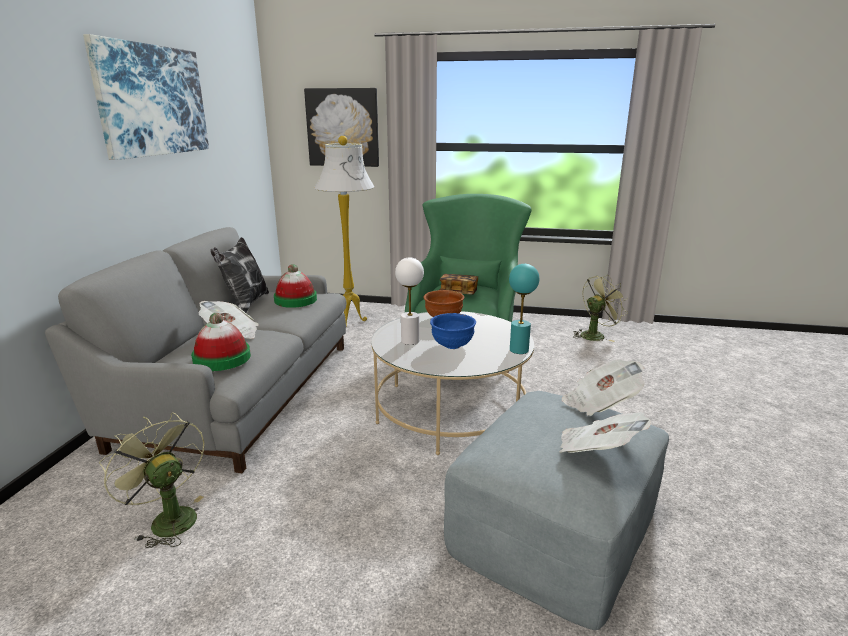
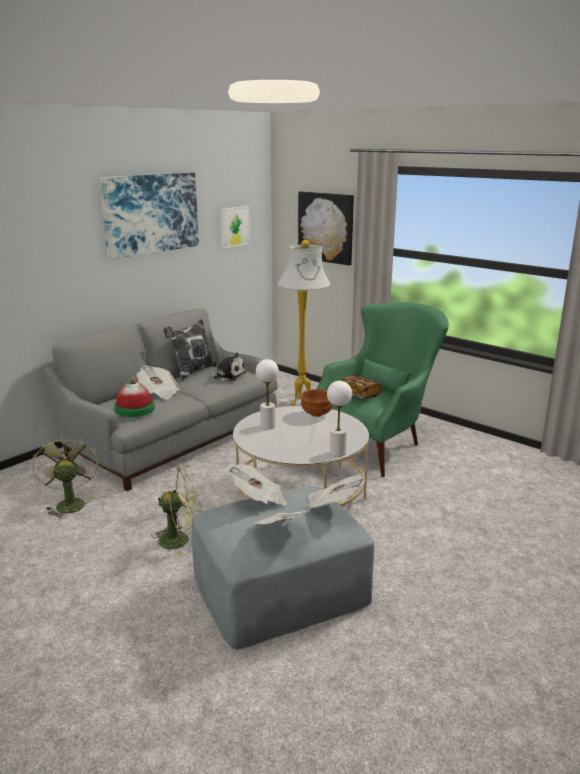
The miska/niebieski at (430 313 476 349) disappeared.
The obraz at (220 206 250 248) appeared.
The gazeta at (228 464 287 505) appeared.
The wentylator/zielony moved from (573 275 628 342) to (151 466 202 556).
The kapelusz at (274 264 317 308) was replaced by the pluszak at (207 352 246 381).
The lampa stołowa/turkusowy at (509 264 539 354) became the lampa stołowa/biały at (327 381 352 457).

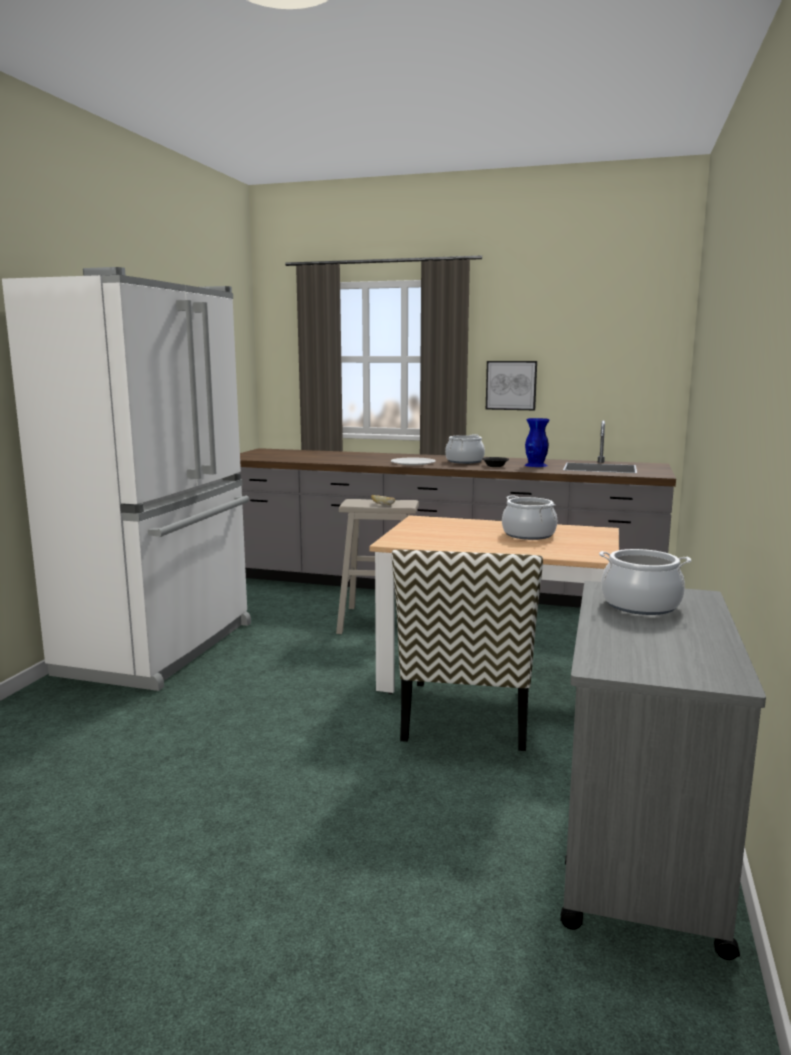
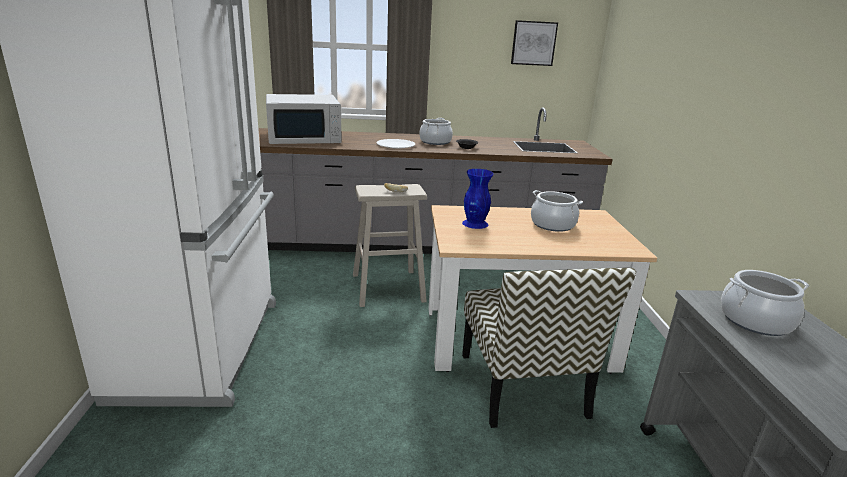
The mikrofalówka/biały at (266 94 342 144) appeared.
The obraz moved from (486 361 537 410) to (511 20 558 66).
The wazon/niebieski moved from (525 418 549 467) to (462 169 494 229).

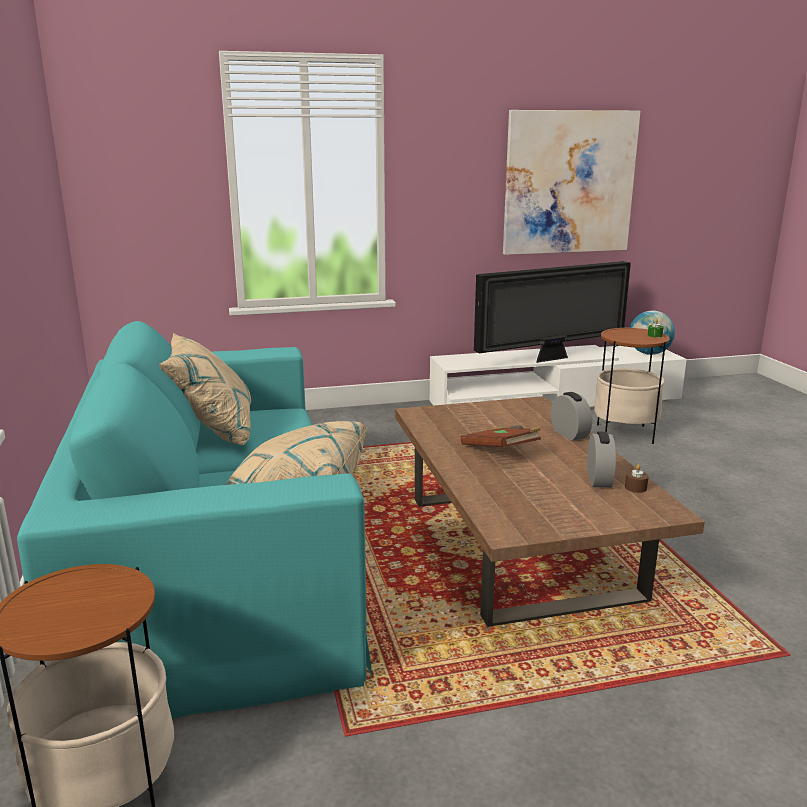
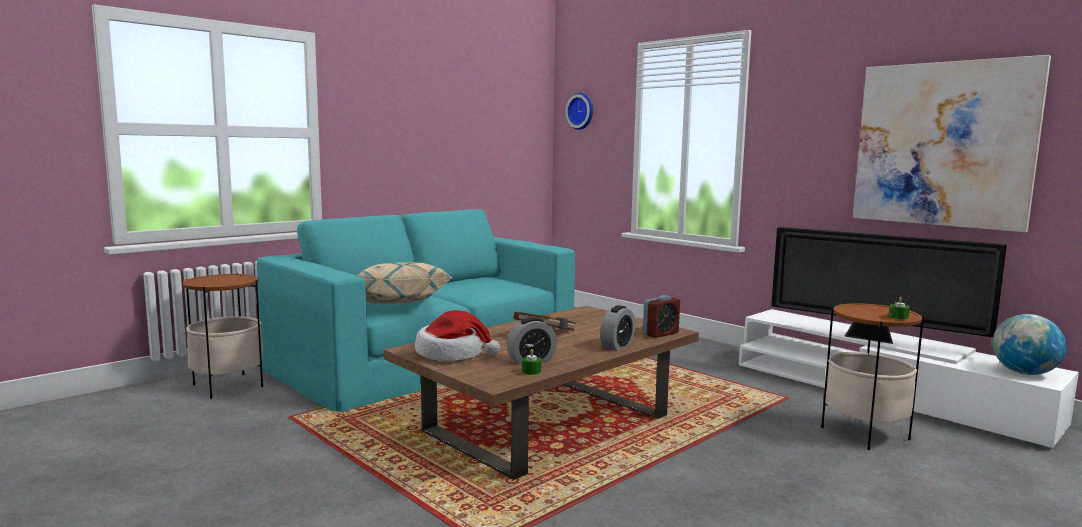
The poduszka/beżowy at (159 333 251 445) disappeared.
The kapelusz at (415 310 500 361) appeared.
The zegar ścienny at (565 93 593 130) appeared.
The budzik at (643 295 680 338) appeared.
The świeca/brązowy at (625 464 649 493) became the świeca/zielony at (522 349 541 375).

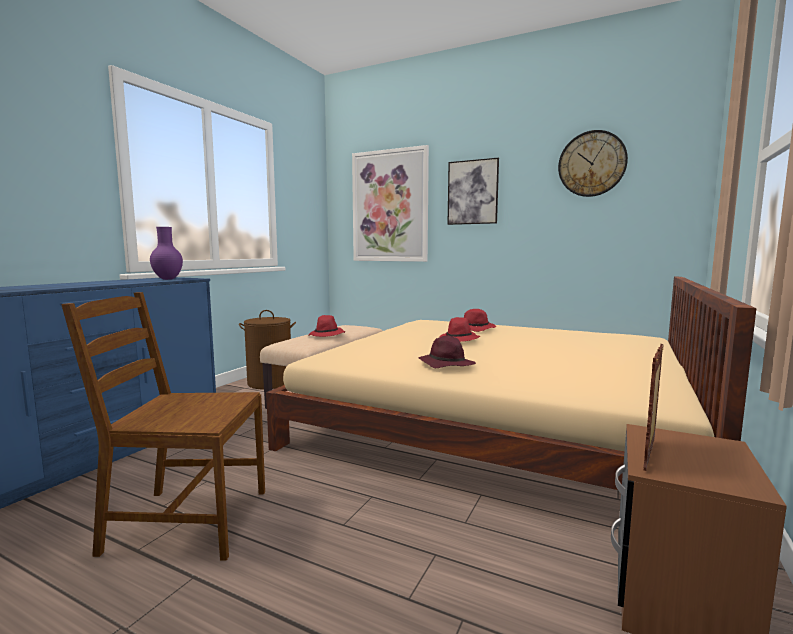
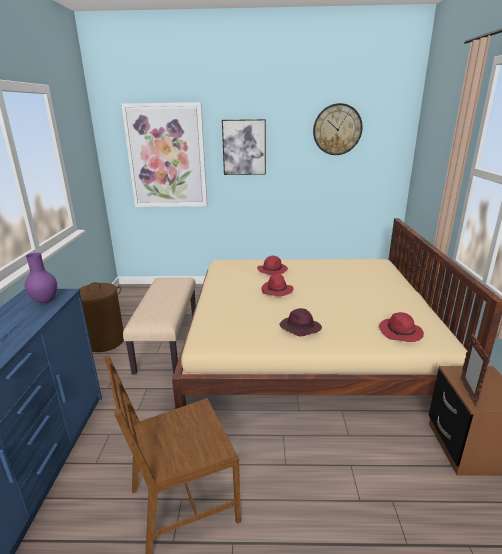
The kapelusz/czerwony moved from (308 315 346 337) to (379 312 424 342).

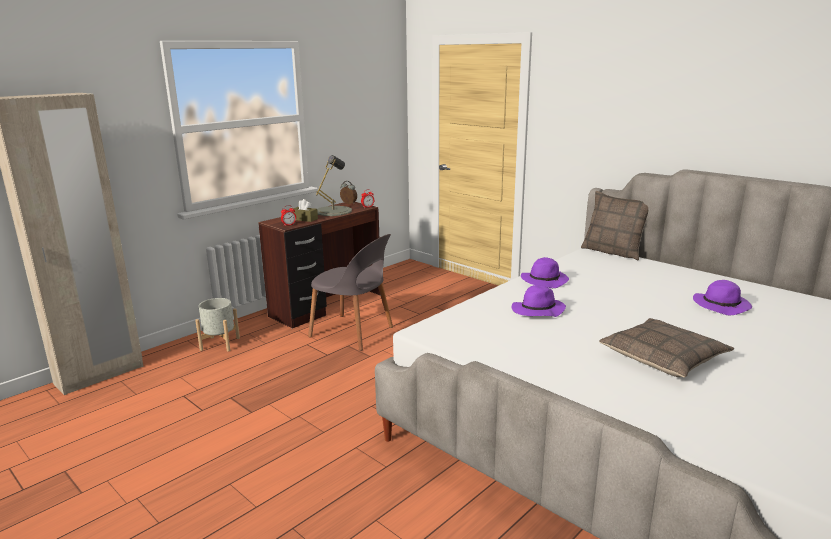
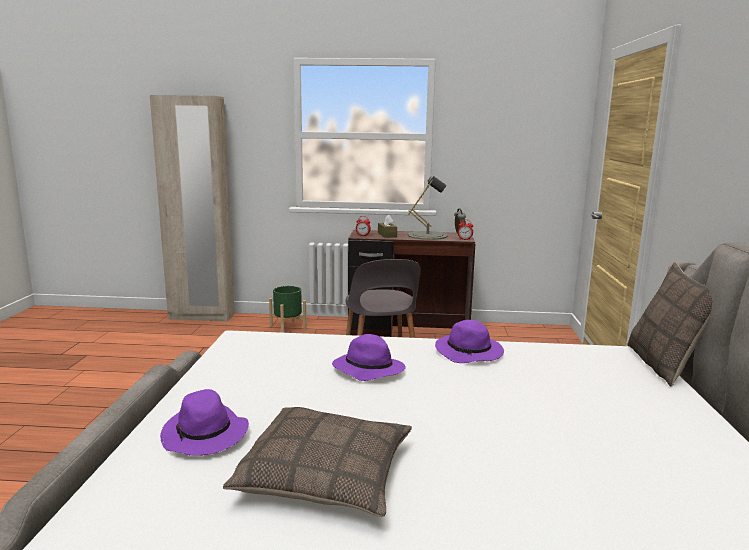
The kapelusz/fioletowy moved from (693 280 752 315) to (160 389 249 455).
The donica/szary at (195 298 240 351) became the donica/zielony at (269 286 307 333).

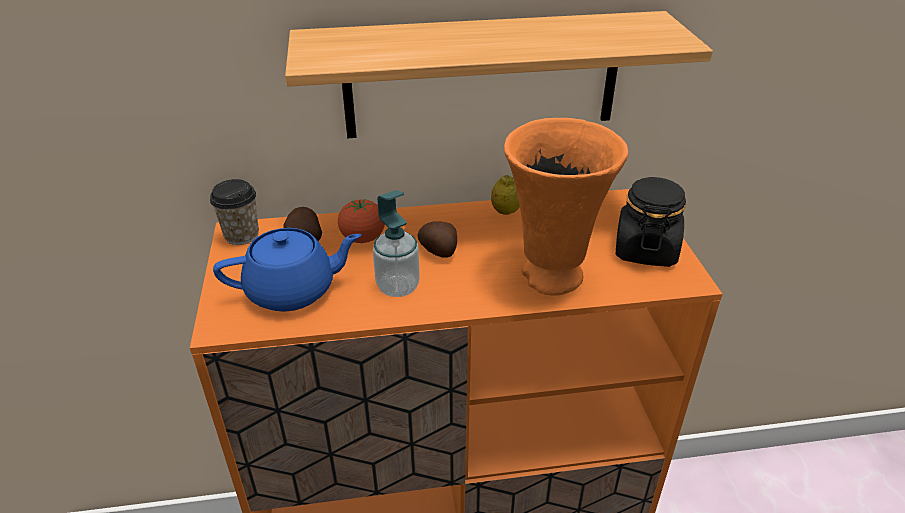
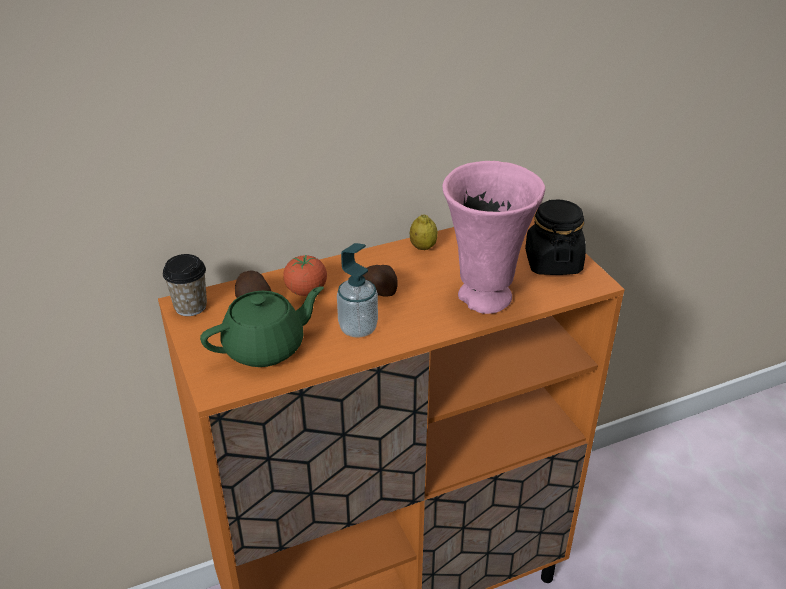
The półka at (285 11 713 138) disappeared.
The imbryk/niebieski at (213 228 361 312) became the imbryk/zielony at (200 286 324 367).
The wazon/pomarańczowy at (504 118 628 296) became the wazon/różowy at (443 161 545 314).

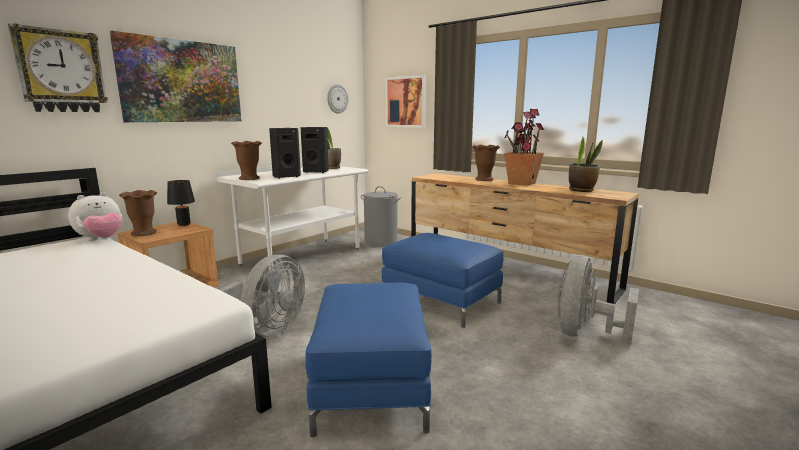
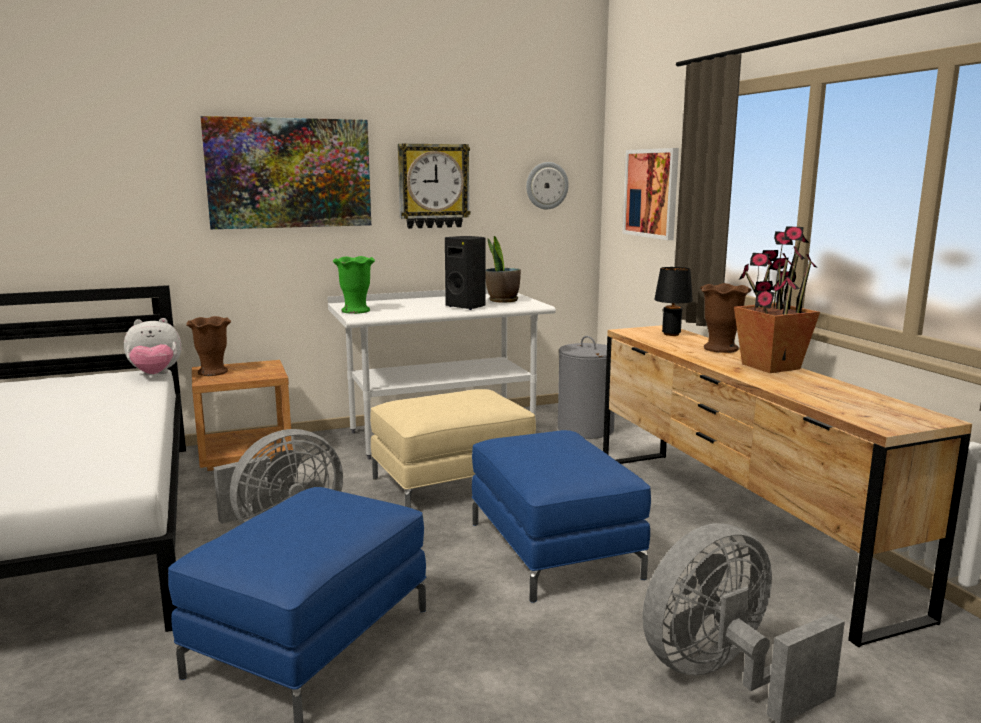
The głośnik/czarny at (269 128 301 179) disappeared.
The roślina doniczkowa at (569 137 603 192) disappeared.
The pufa/beżowy at (370 389 536 508) appeared.
The zegar ścienny moved from (8 23 108 112) to (398 143 471 229).
The lampa stołowa/czarny moved from (167 180 195 226) to (654 267 693 336).
The wazon/brązowy at (231 141 262 180) became the wazon/zielony at (333 256 375 314).

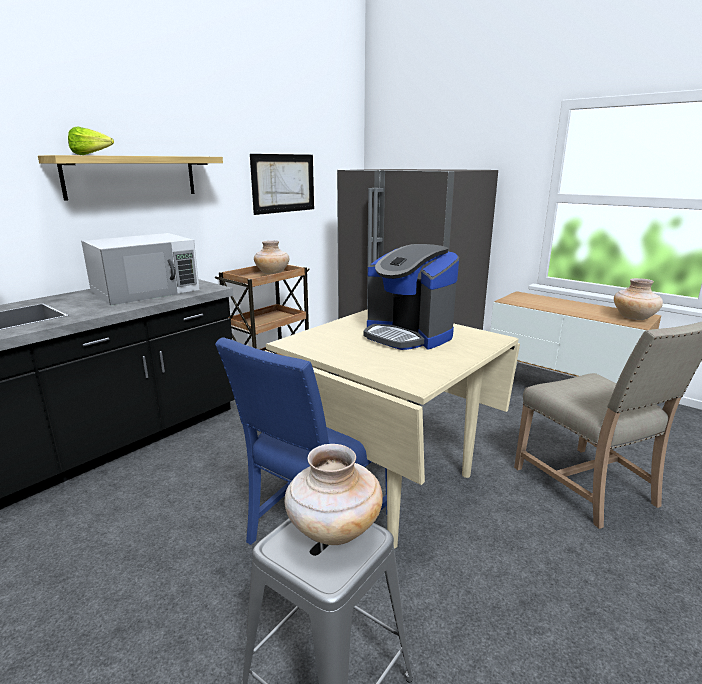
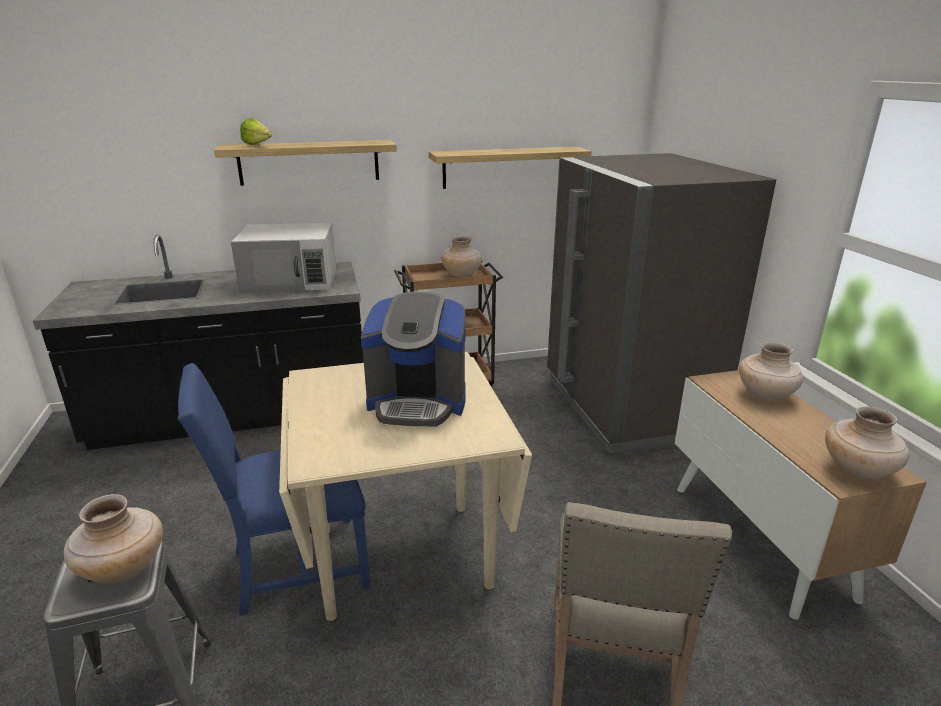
The wazon/beżowy at (739 342 803 401) appeared.
The obraz at (250 154 314 215) was replaced by the półka at (429 147 592 189).
The ekspres do kawy at (363 244 459 350) turned 75 degrees counterclockwise.

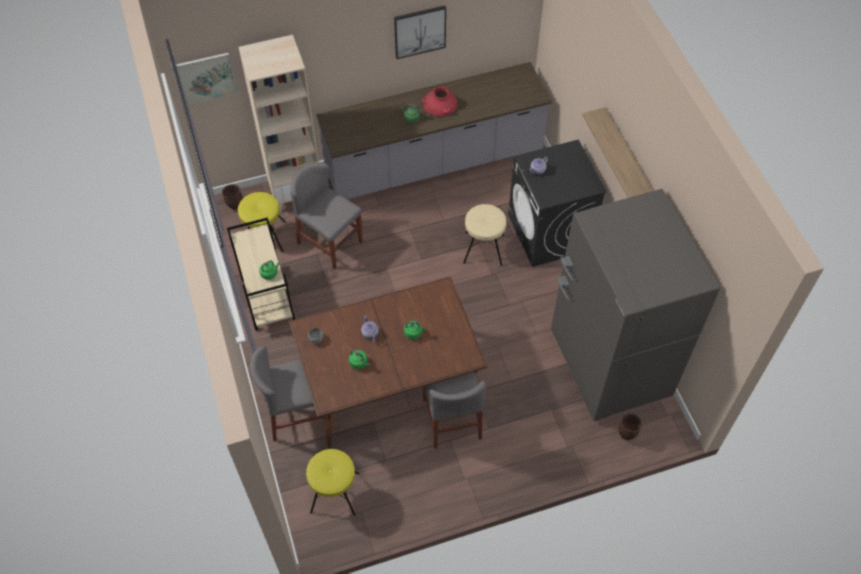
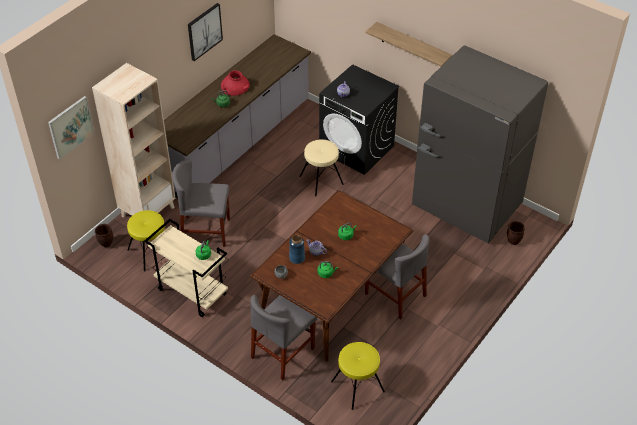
The wazon/niebieski at (289 235 305 264) appeared.

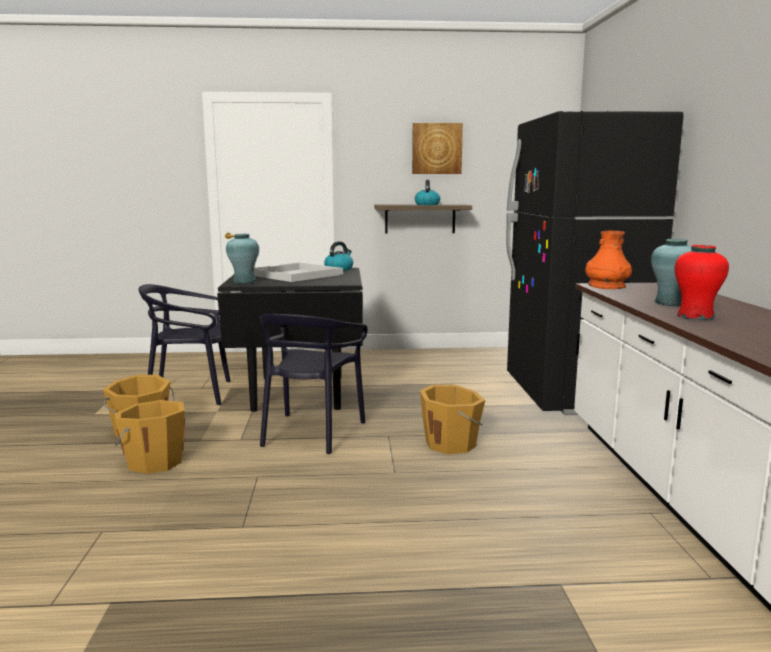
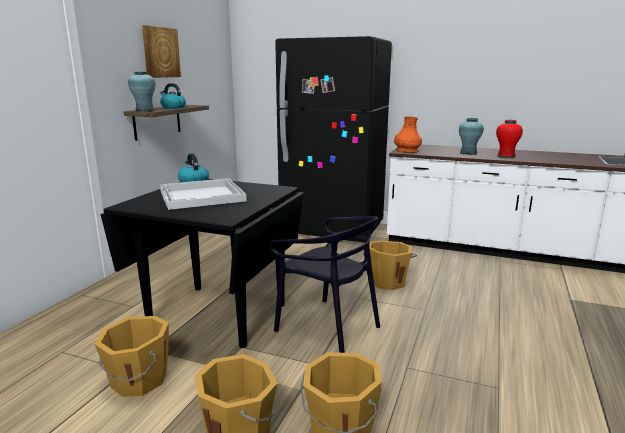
The wazon/turkusowy moved from (226 234 259 284) to (128 71 156 111).
The krzesło/czarny at (138 284 231 405) was replaced by the wiadro/pomarańczowy at (94 316 169 397).

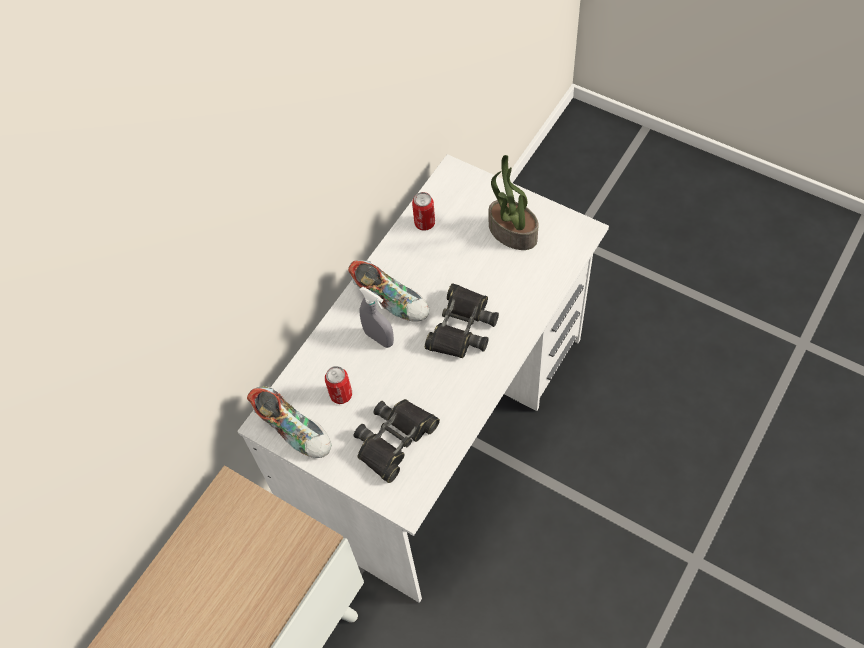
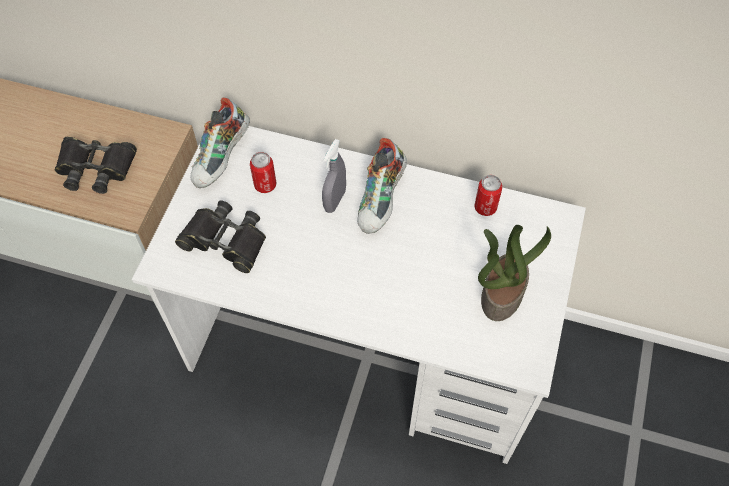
The lornetka/czarny moved from (425 283 499 358) to (55 136 137 194).

